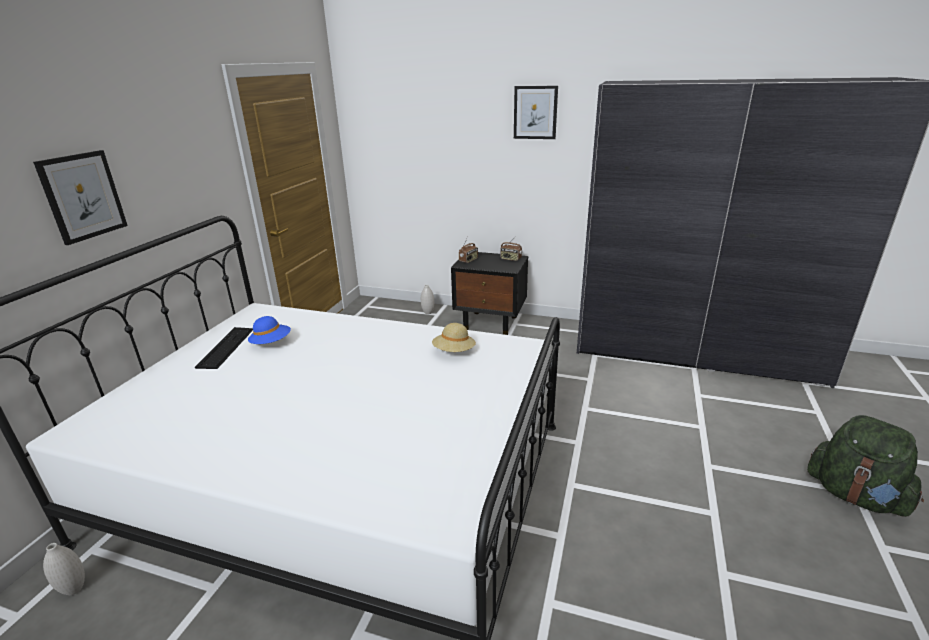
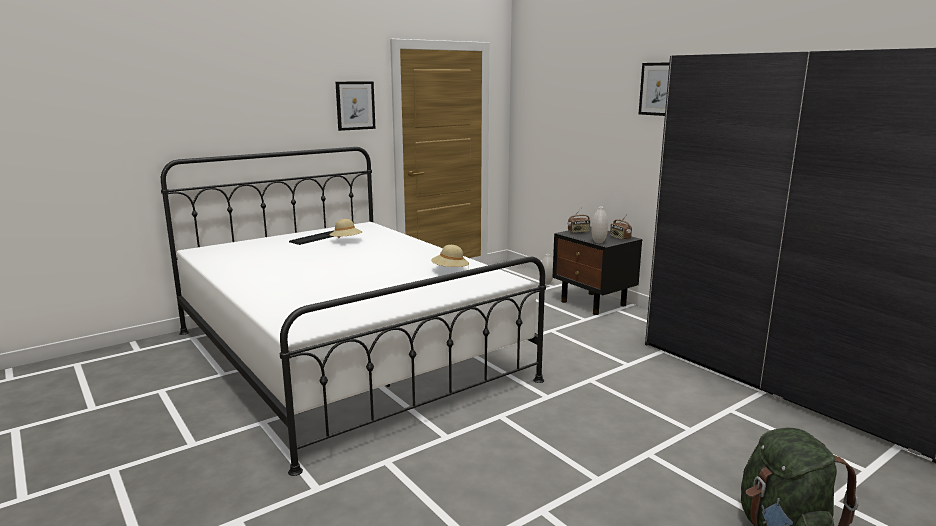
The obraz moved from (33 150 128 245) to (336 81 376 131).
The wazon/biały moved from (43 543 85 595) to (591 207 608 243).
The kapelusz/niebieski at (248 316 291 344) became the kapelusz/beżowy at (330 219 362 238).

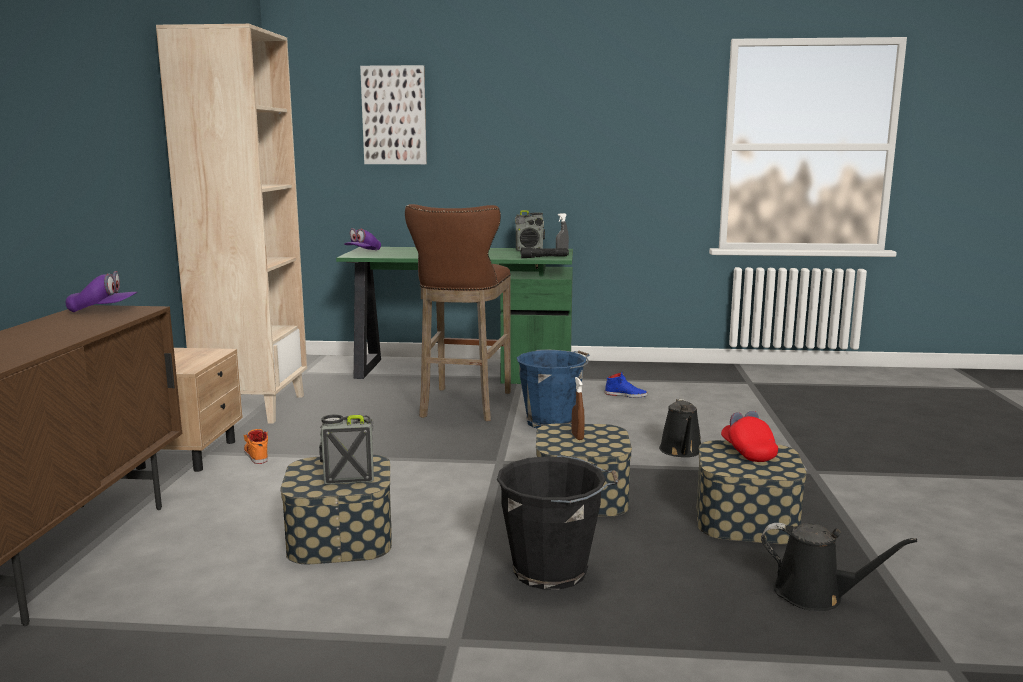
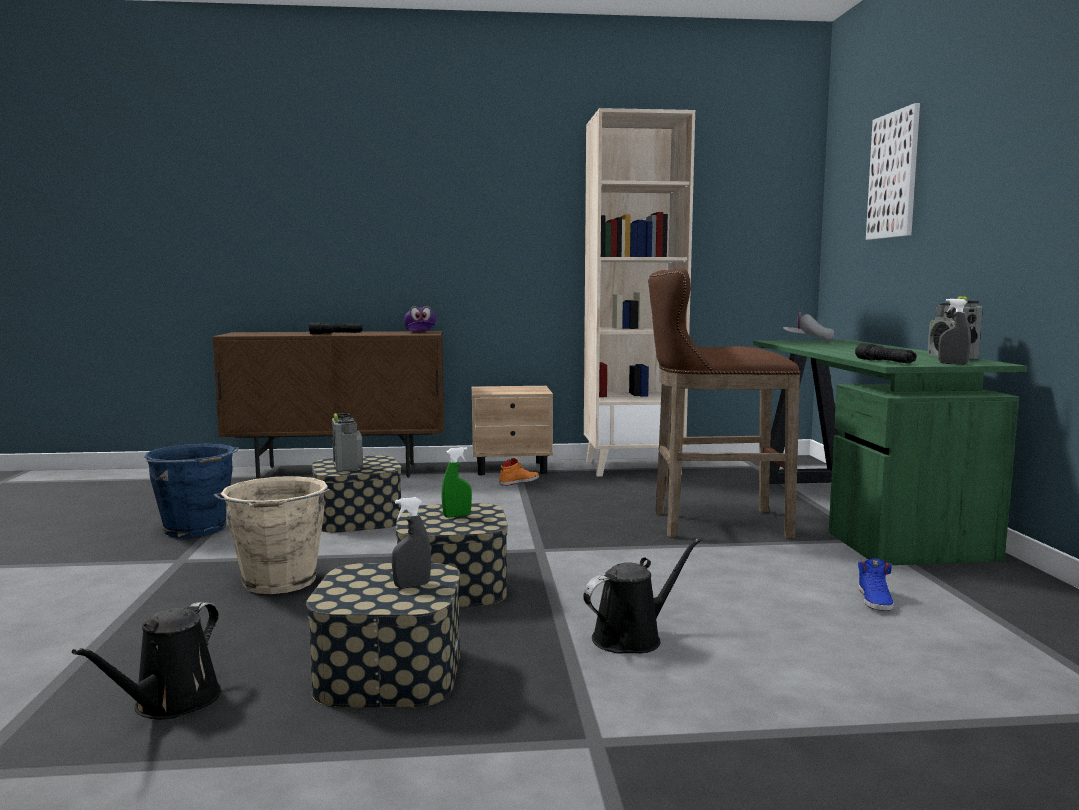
The latarka/czarny at (309 323 363 334) appeared.
The wiadro/niebieski moved from (517 350 590 429) to (144 444 238 538).
The czapka z daszkiem/czerwony at (721 411 778 462) was replaced by the spryskiwacz/szary at (392 497 431 588).
The czapka z daszkiem/fioletowy at (344 228 381 250) became the czapka z daszkiem/szary at (783 312 835 342).
The wiadro/czarny at (497 455 619 590) became the wiadro/beżowy at (214 476 330 594).
The spryskiwacz/brązowy at (572 377 585 440) became the spryskiwacz/zielony at (441 447 472 518).
The konewka/czarny at (659 399 701 457) turned 150 degrees clockwise.

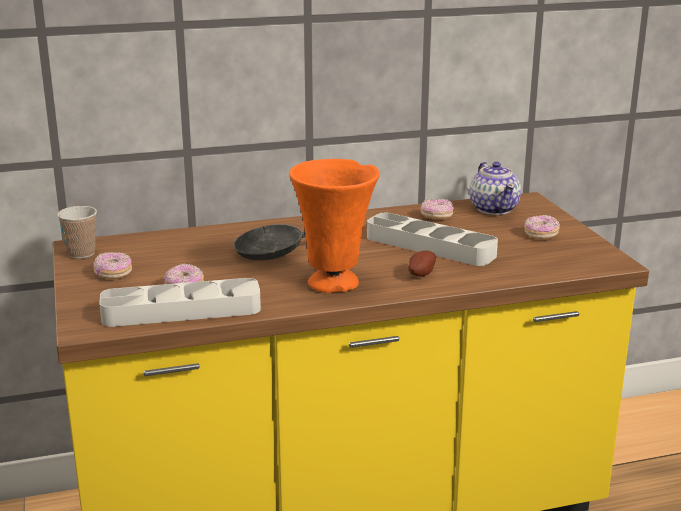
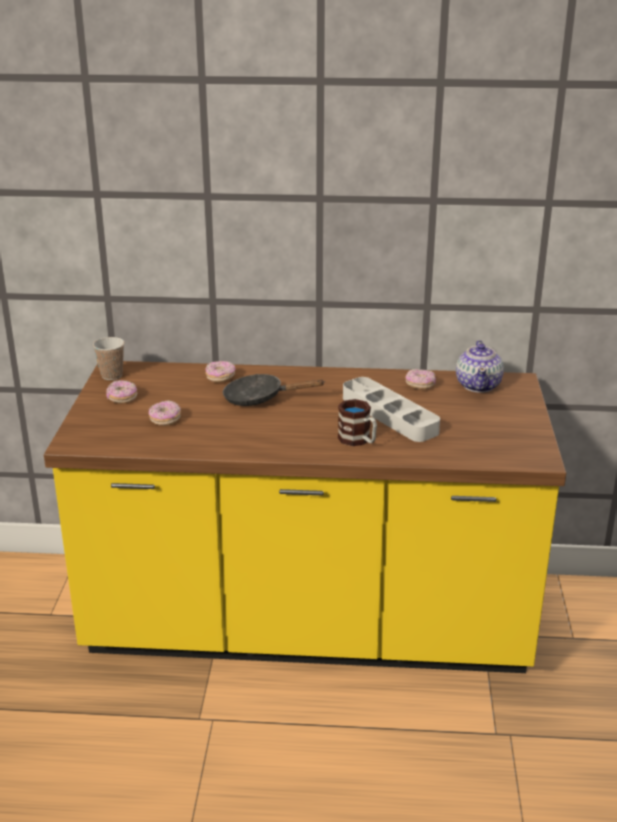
The taca/szary at (99 278 261 327) disappeared.
The wazon/pomarańczowy at (289 159 380 293) disappeared.
The donut moved from (524 215 560 240) to (205 361 235 383).
The ziemniak at (408 251 436 277) was replaced by the kubek at (338 399 377 446).

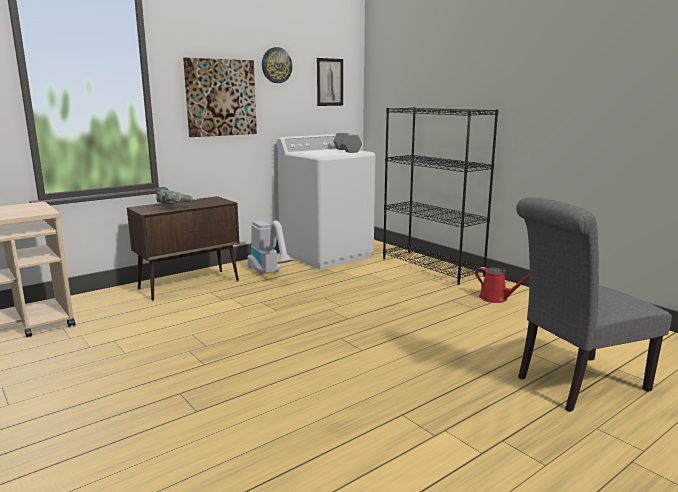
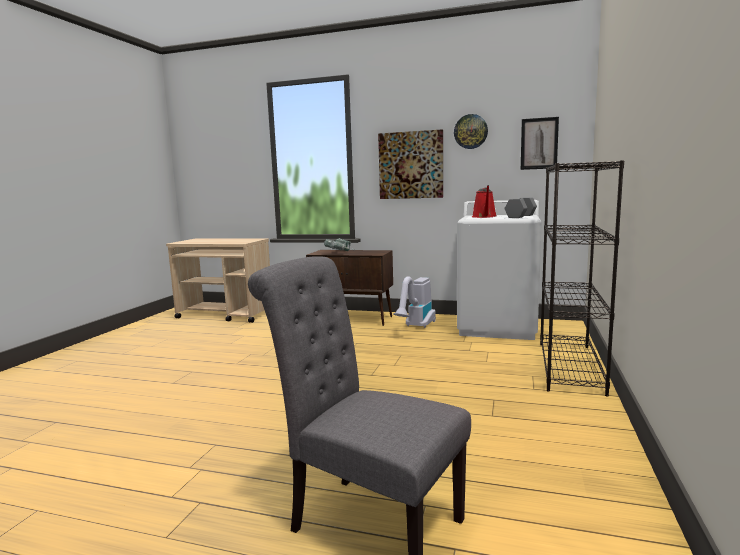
The konewka/czerwony moved from (475 267 530 303) to (472 185 496 218).

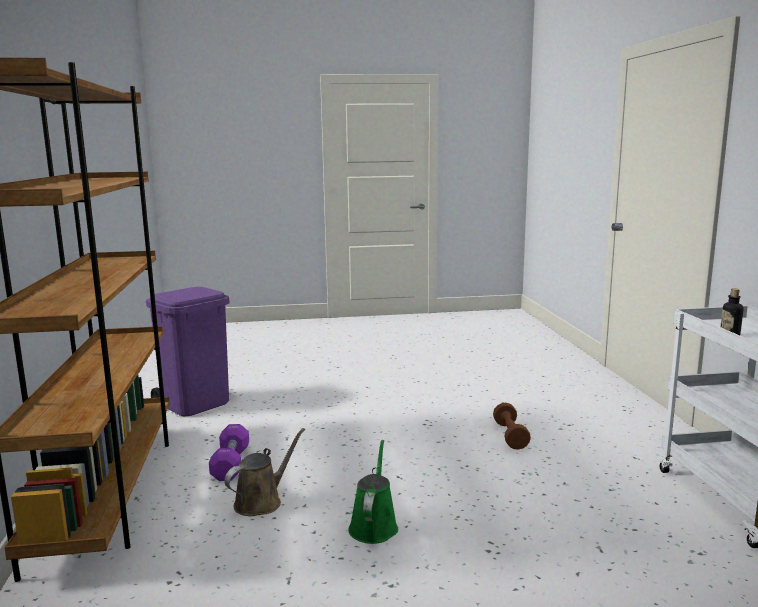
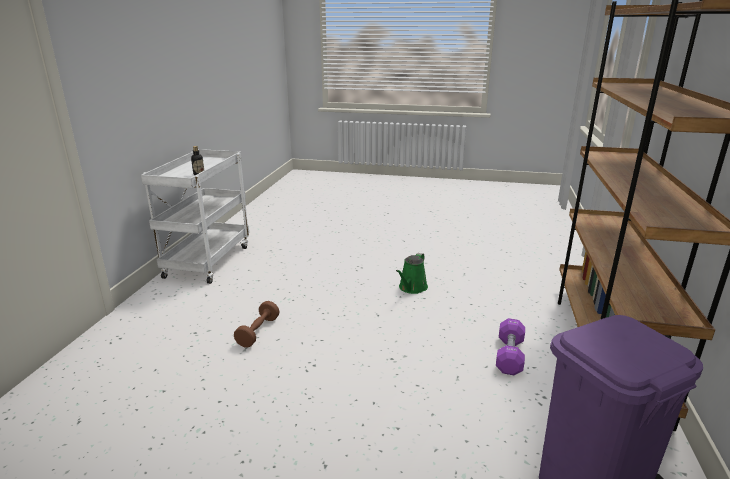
The konewka/brązowy at (224 428 305 516) disappeared.

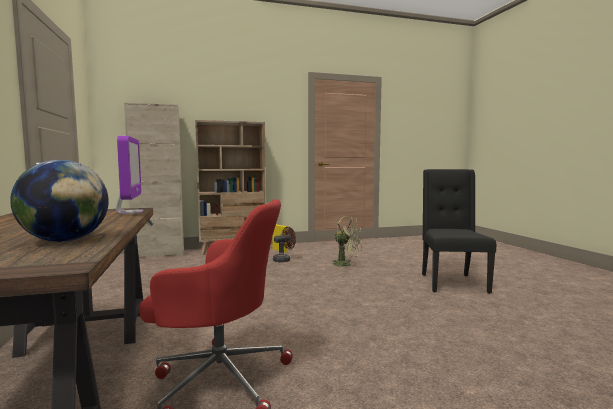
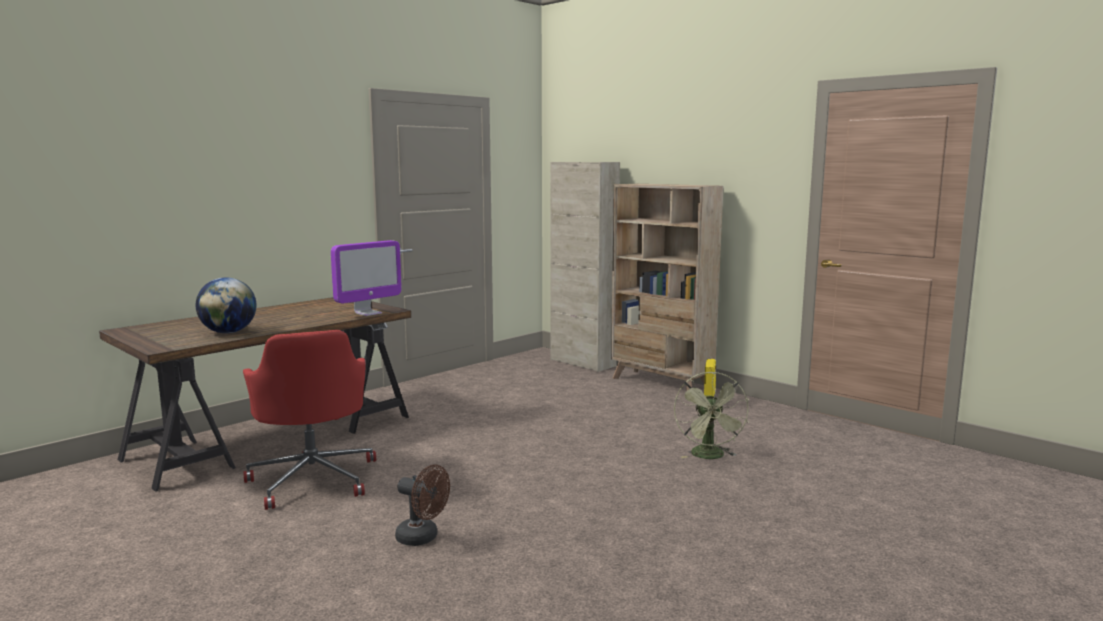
The krzesło/czarny at (422 169 496 294) disappeared.
The wentylator/brązowy moved from (273 227 296 262) to (395 465 450 546).

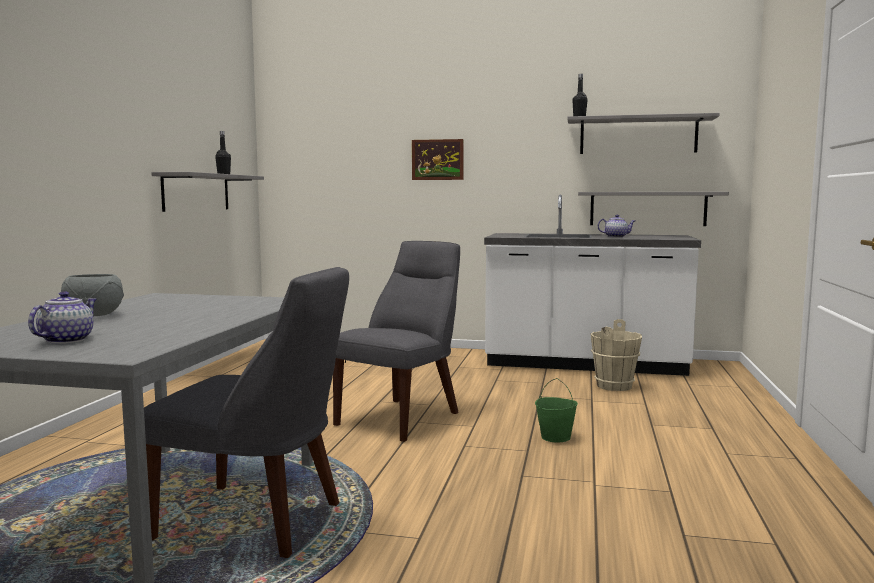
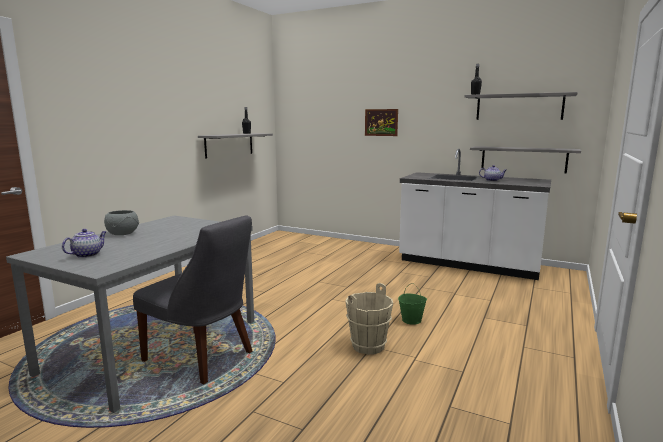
The krzesło/szary at (333 241 460 442) disappeared.
The wiadro/beżowy moved from (590 319 642 391) to (345 283 393 355).

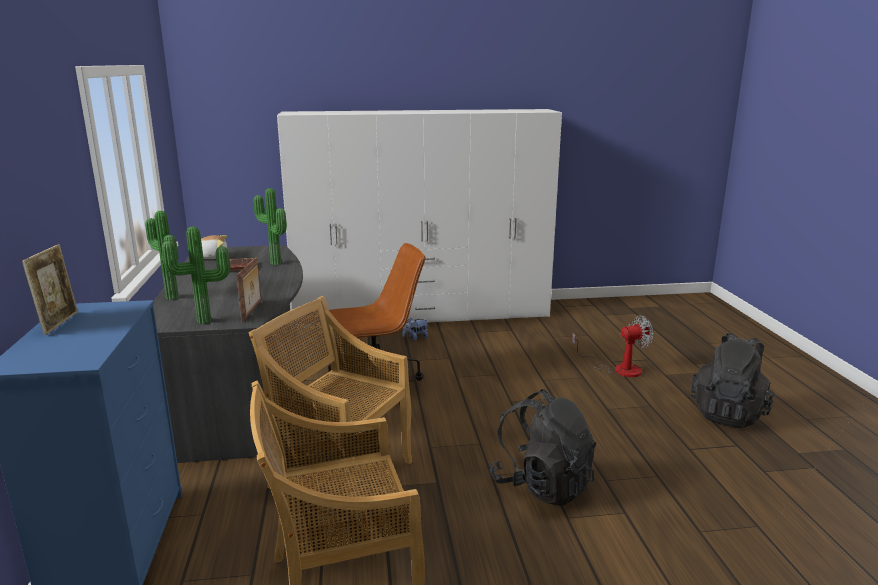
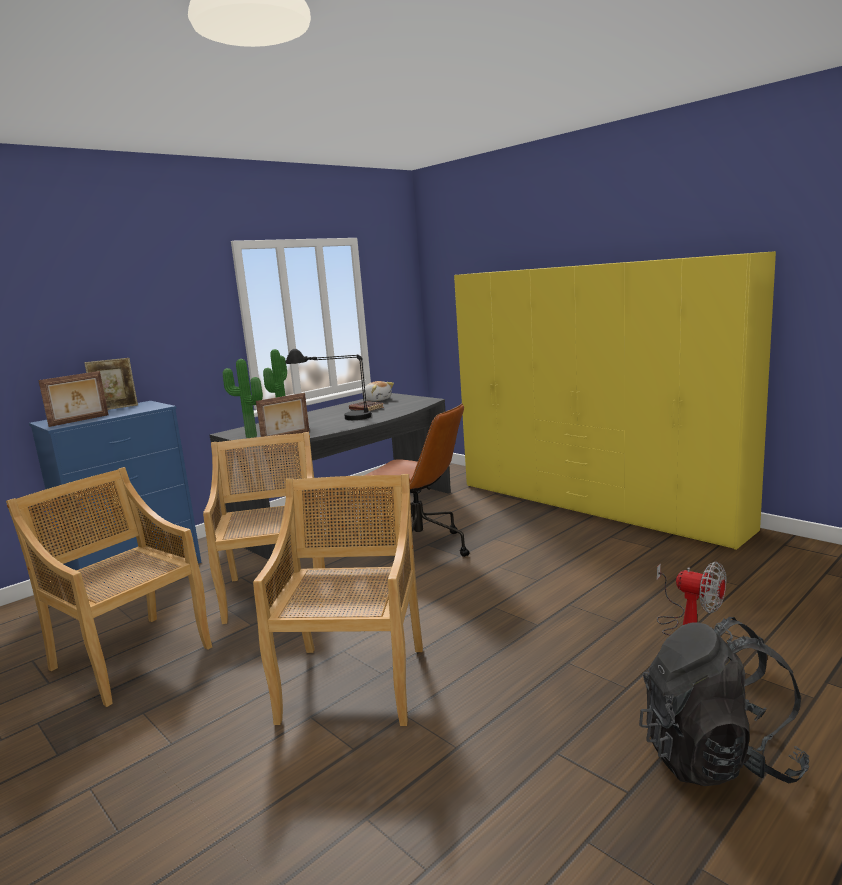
The roślina doniczkowa at (254 188 287 265) disappeared.
The pluszak at (402 318 428 341) disappeared.
The ramka na zdjęcie at (38 371 108 427) appeared.
The lampa stołowa/czarny at (285 349 372 420) appeared.
The plecak/czarny at (489 389 597 506) was replaced by the krzesło/beżowy at (253 474 423 726).
The szafa/biały at (277 109 562 328) became the szafa/żółty at (454 251 776 550).

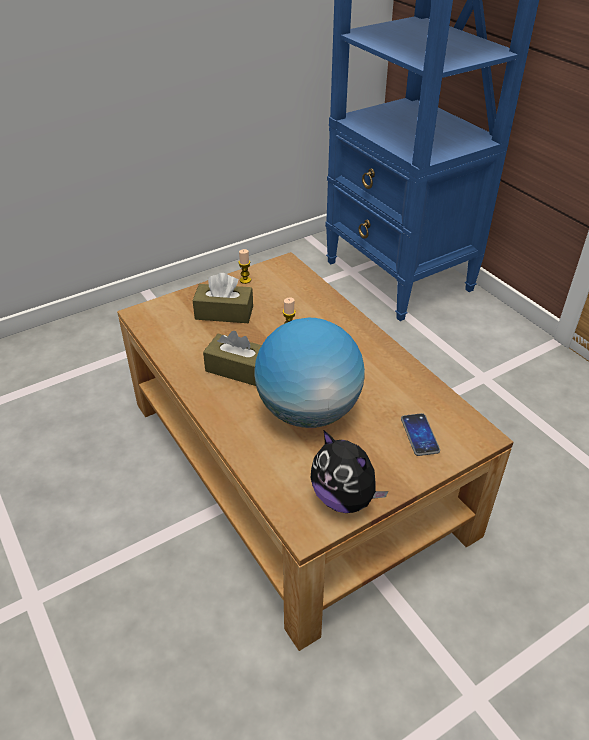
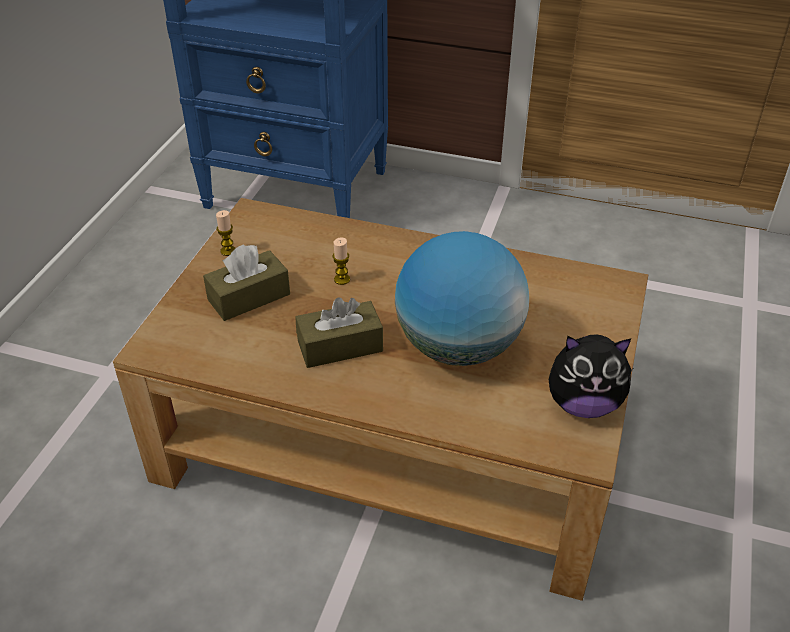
The telefon at (401 413 440 456) disappeared.

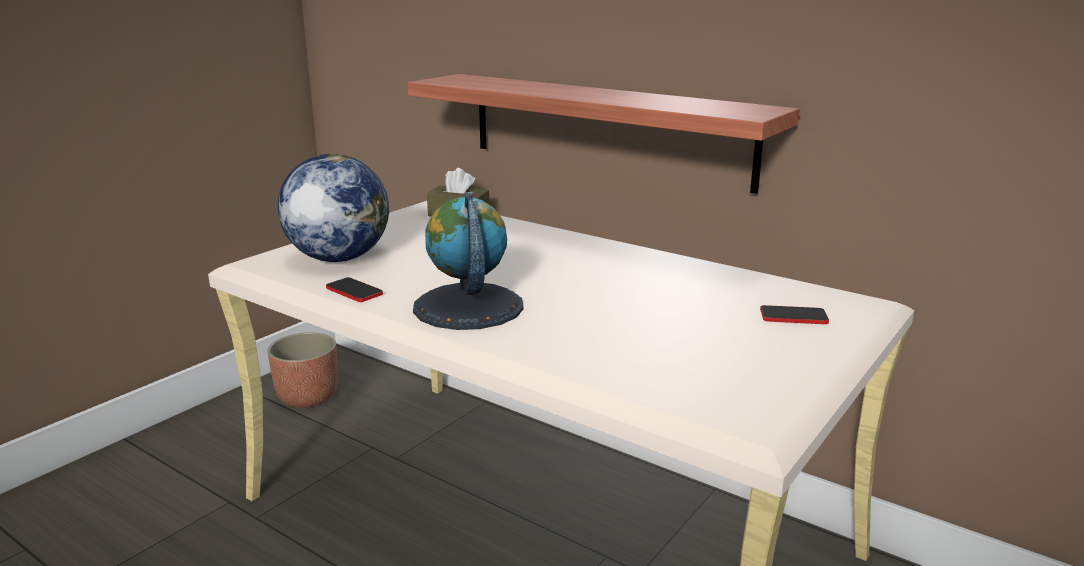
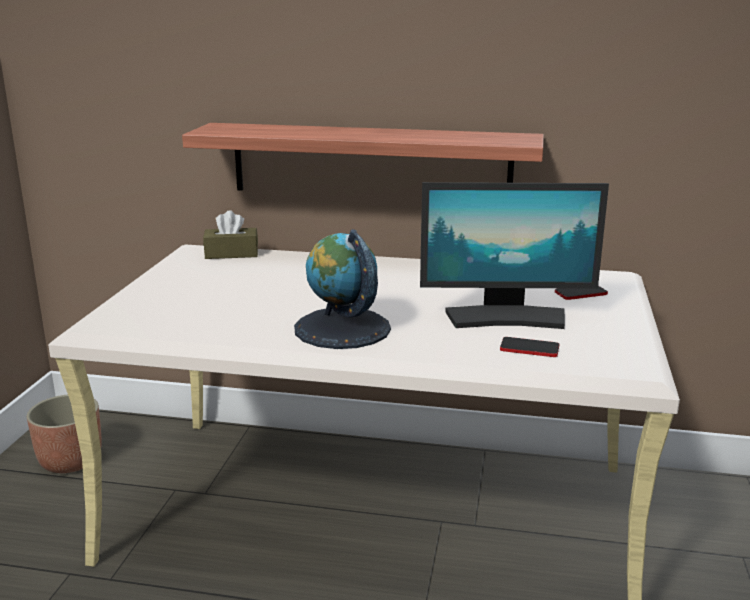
The globus at (278 154 389 262) disappeared.
The monitor at (420 182 609 329) appeared.
The telefon moved from (326 277 383 302) to (500 337 559 357).

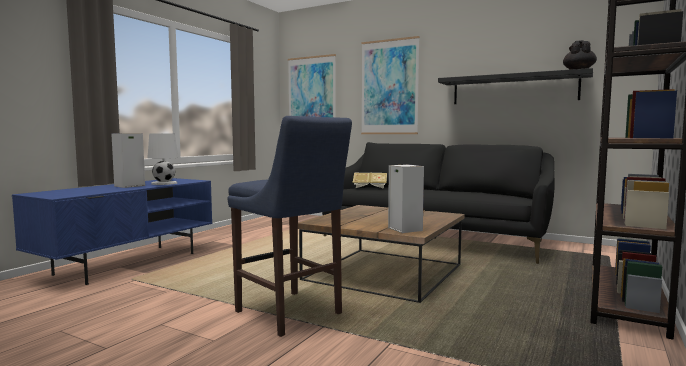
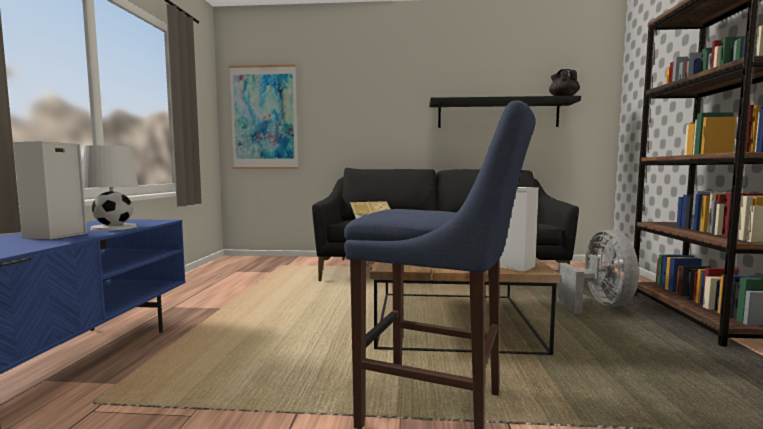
The obraz at (361 36 420 134) disappeared.
The wentylator/szary at (557 230 639 314) appeared.

